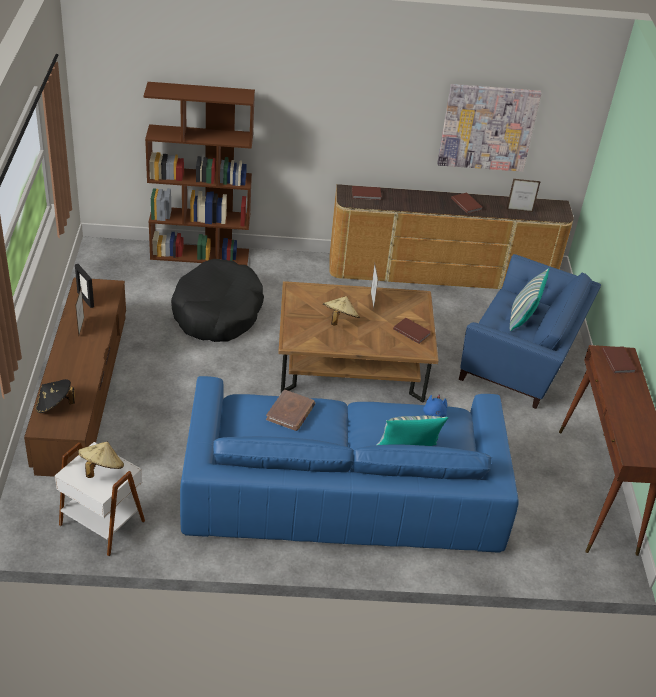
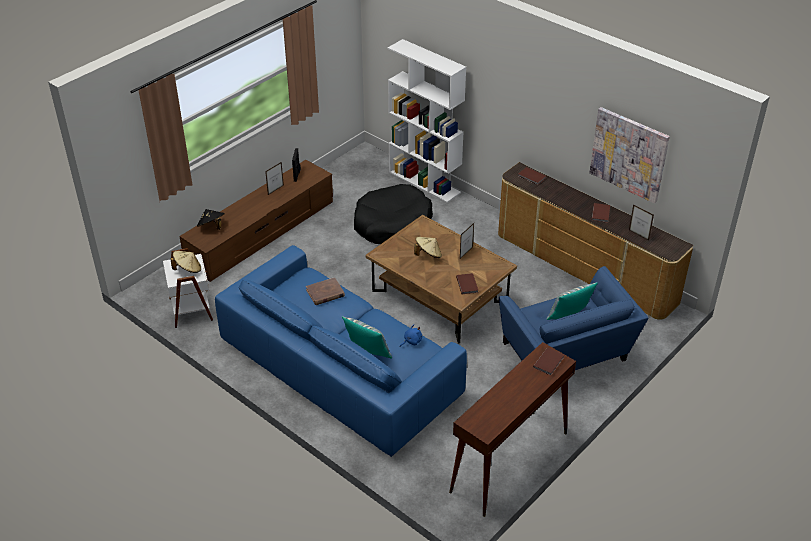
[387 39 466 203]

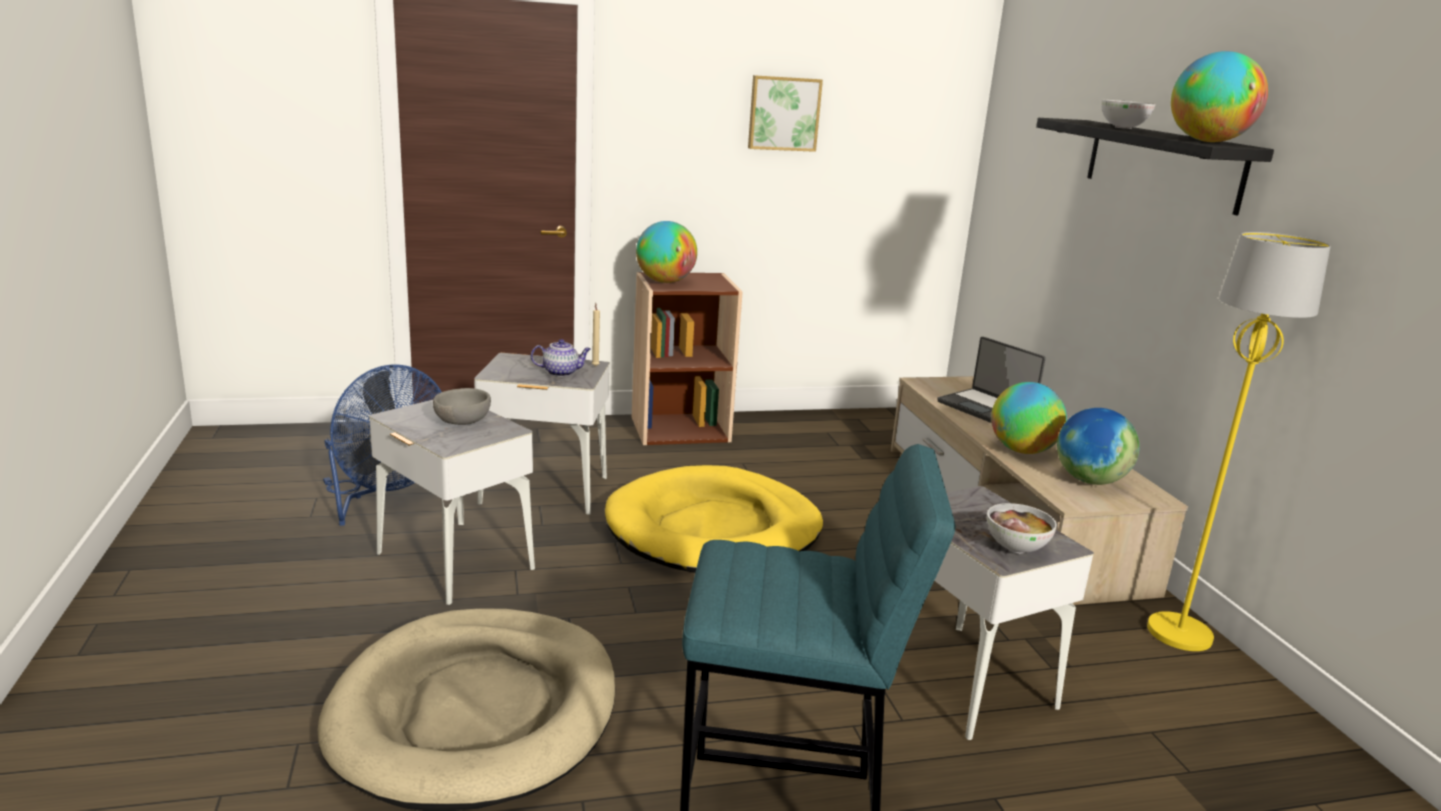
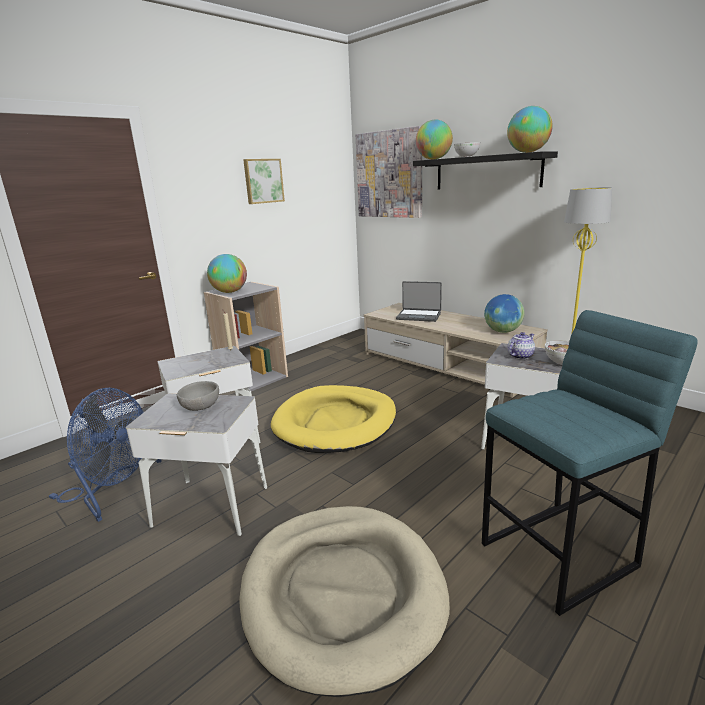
[356 126 422 218]
[508 332 535 359]
[416 120 453 160]
[204 282 288 391]

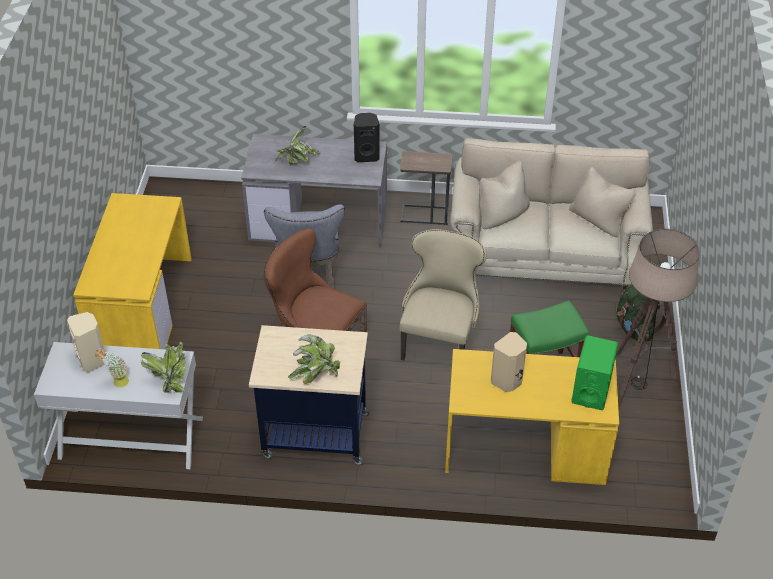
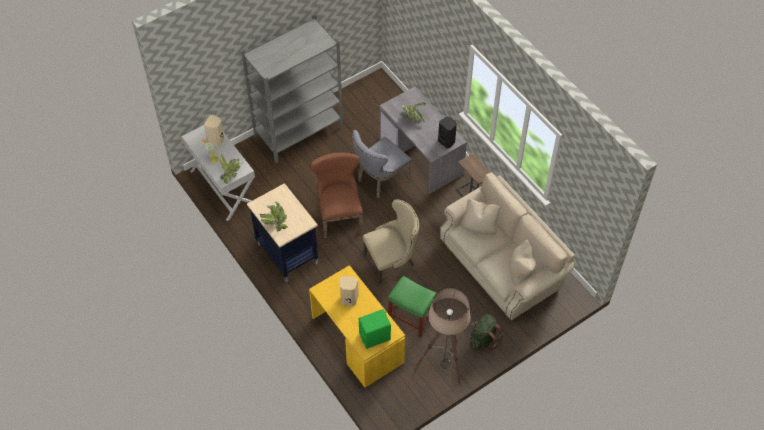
[241 15 343 163]

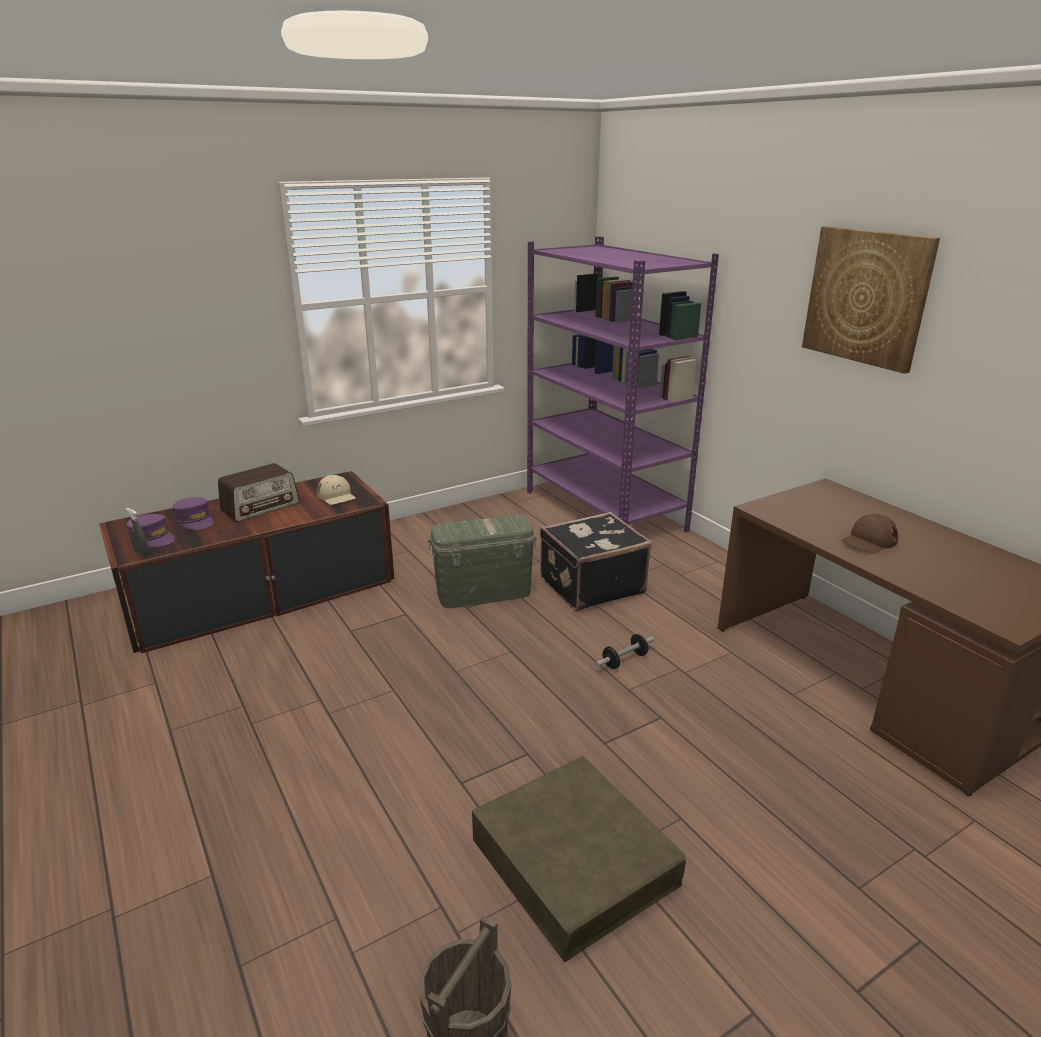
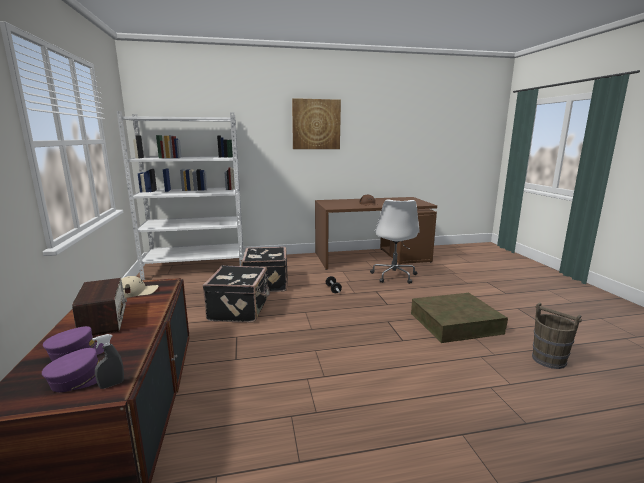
[370 200 420 284]
[203 265 270 322]
[117 111 244 280]

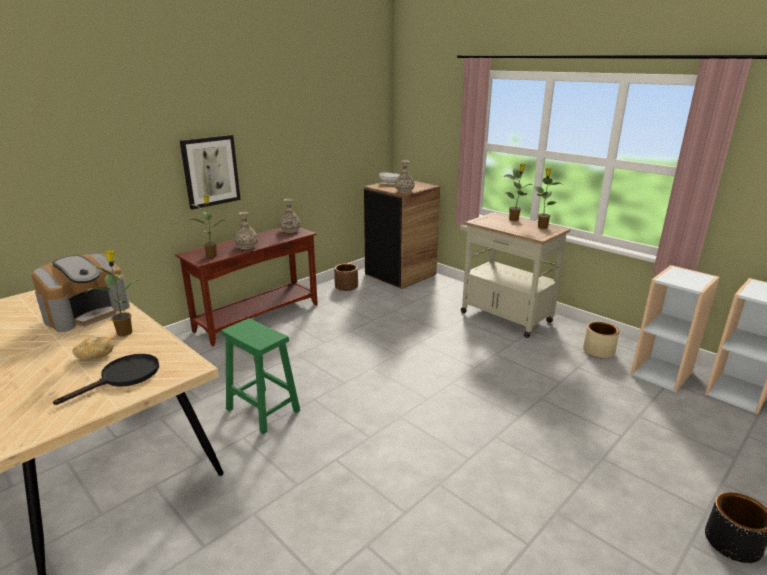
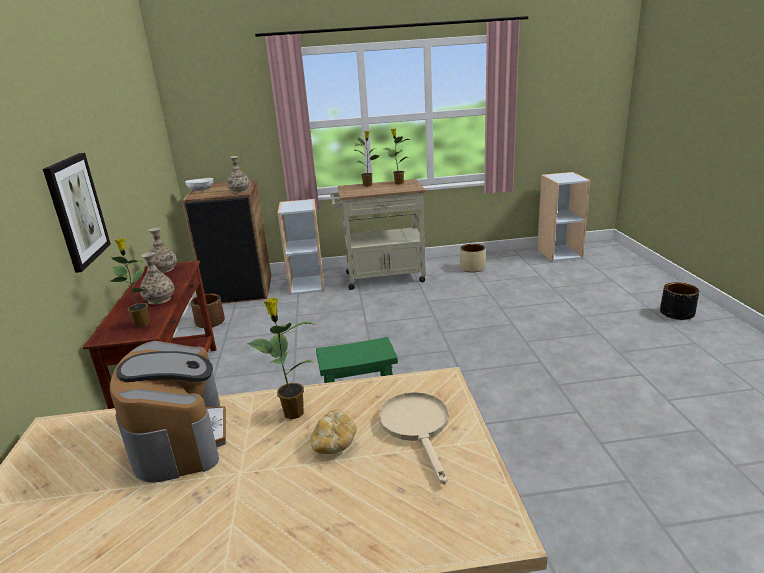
[278 199 324 295]
[379 392 449 485]

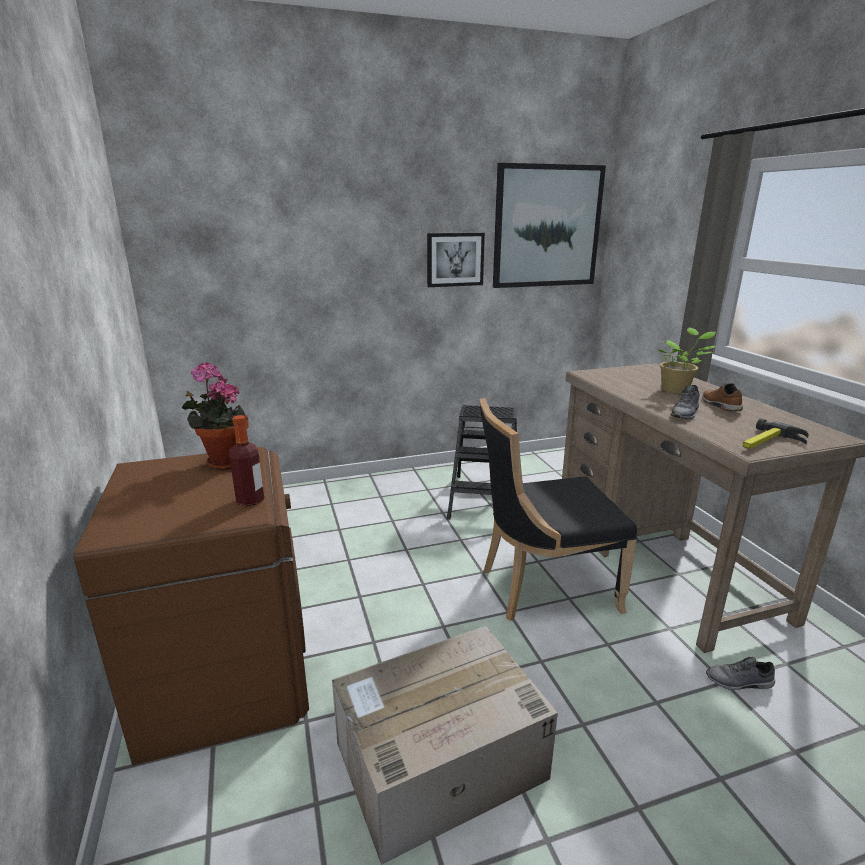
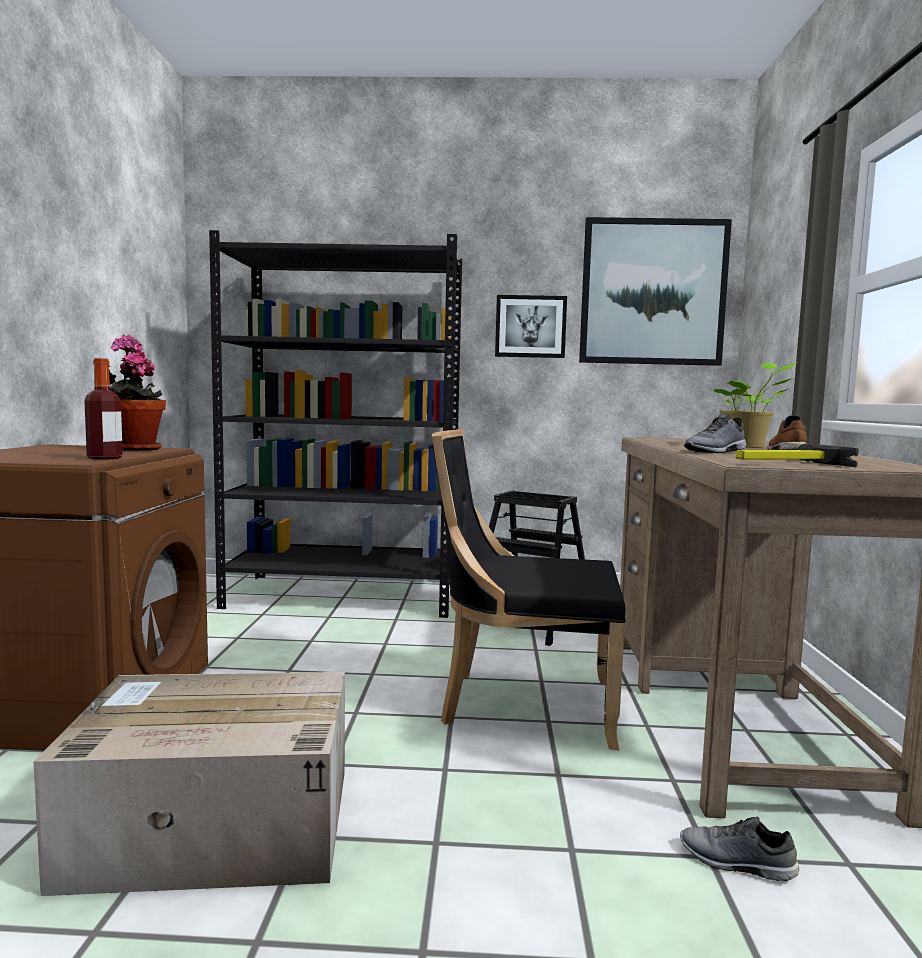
[209 230 462 618]

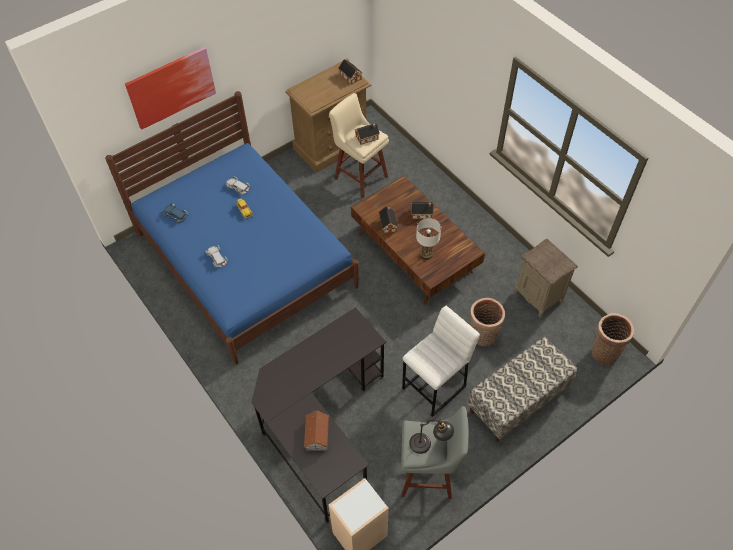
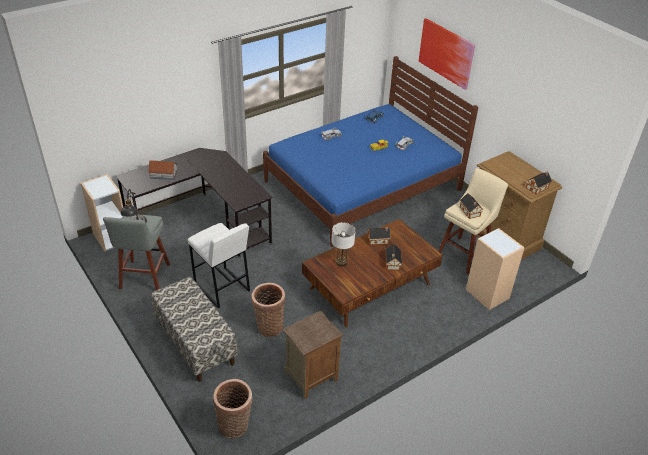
[466 228 525 310]

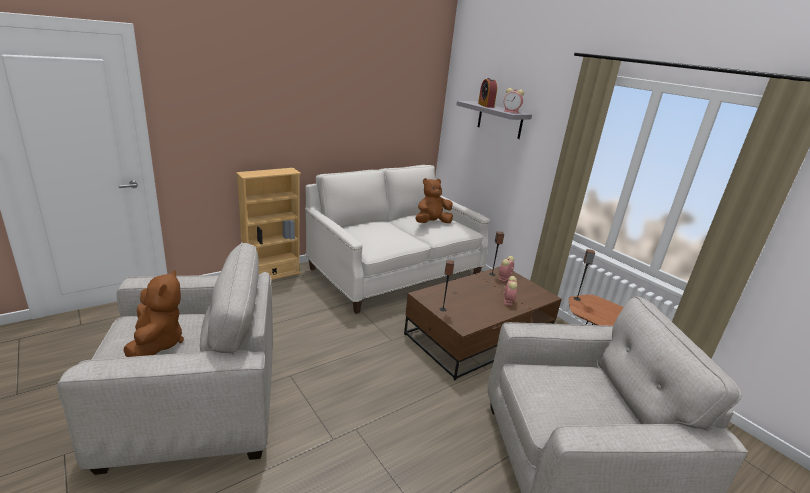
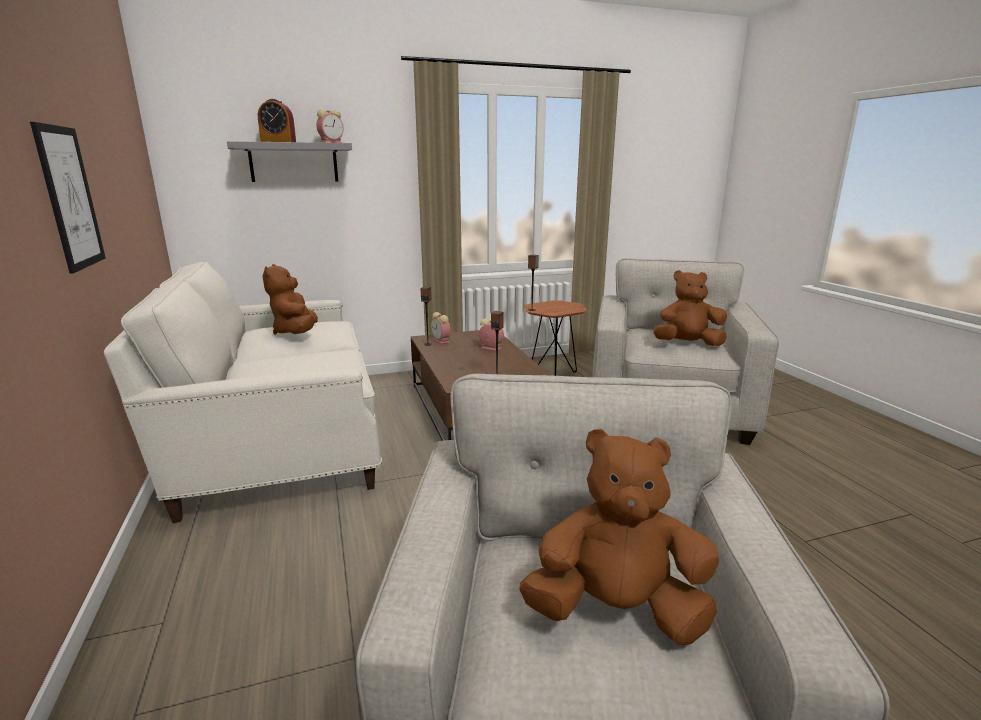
[236 168 301 280] (first image)
[30 122 106 274]
[654 270 727 346]

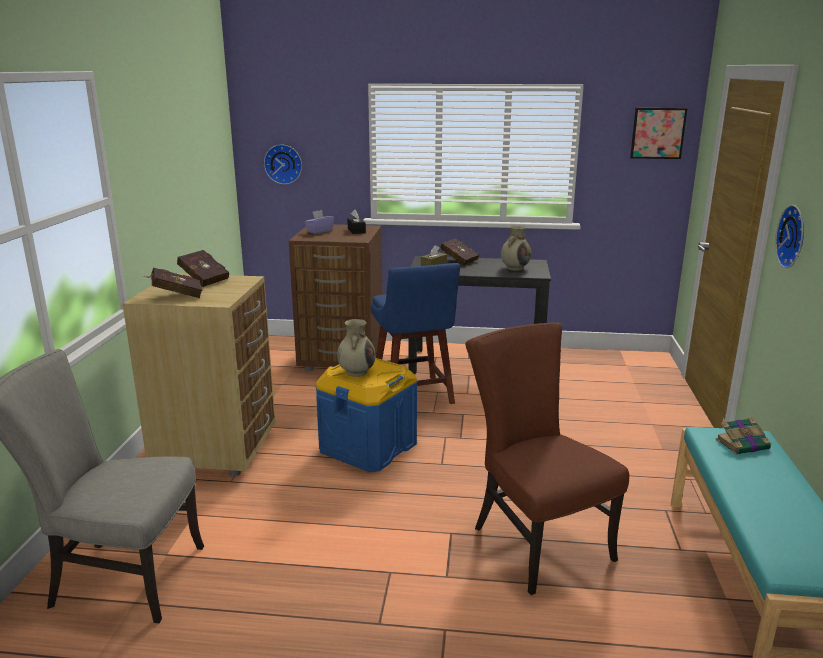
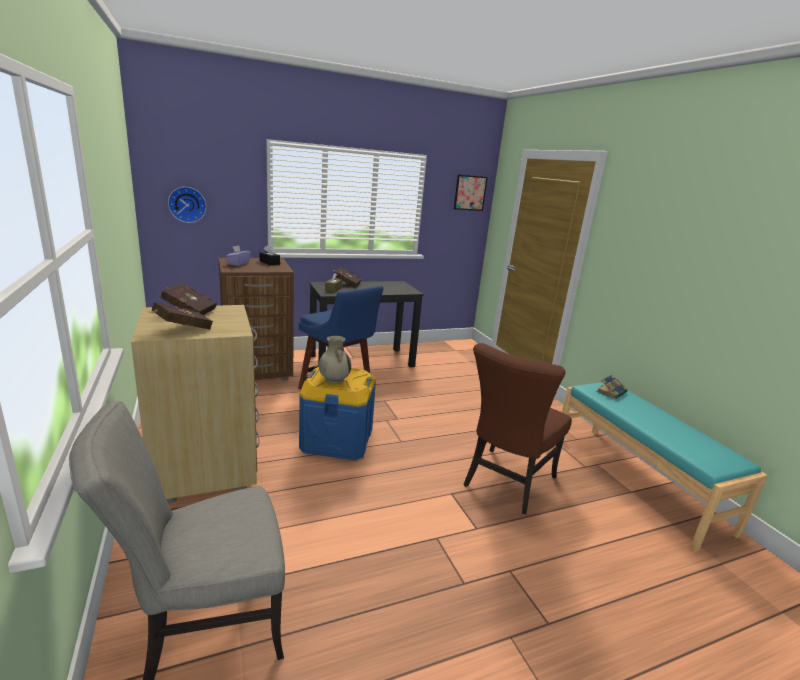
[501 225 531 271] (first image)
[775 205 804 268] (first image)
[463 343 572 514]

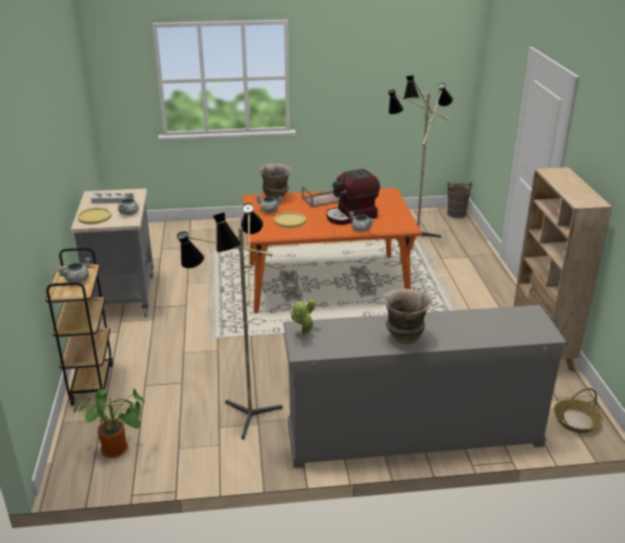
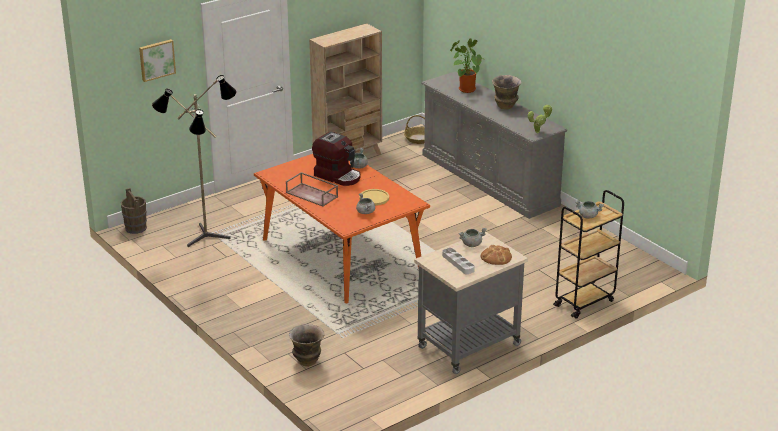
[177 203 283 440] (first image)
[139 39 176 82]
[450 38 486 93]
[289 324 325 367]
[481 245 512 265]

